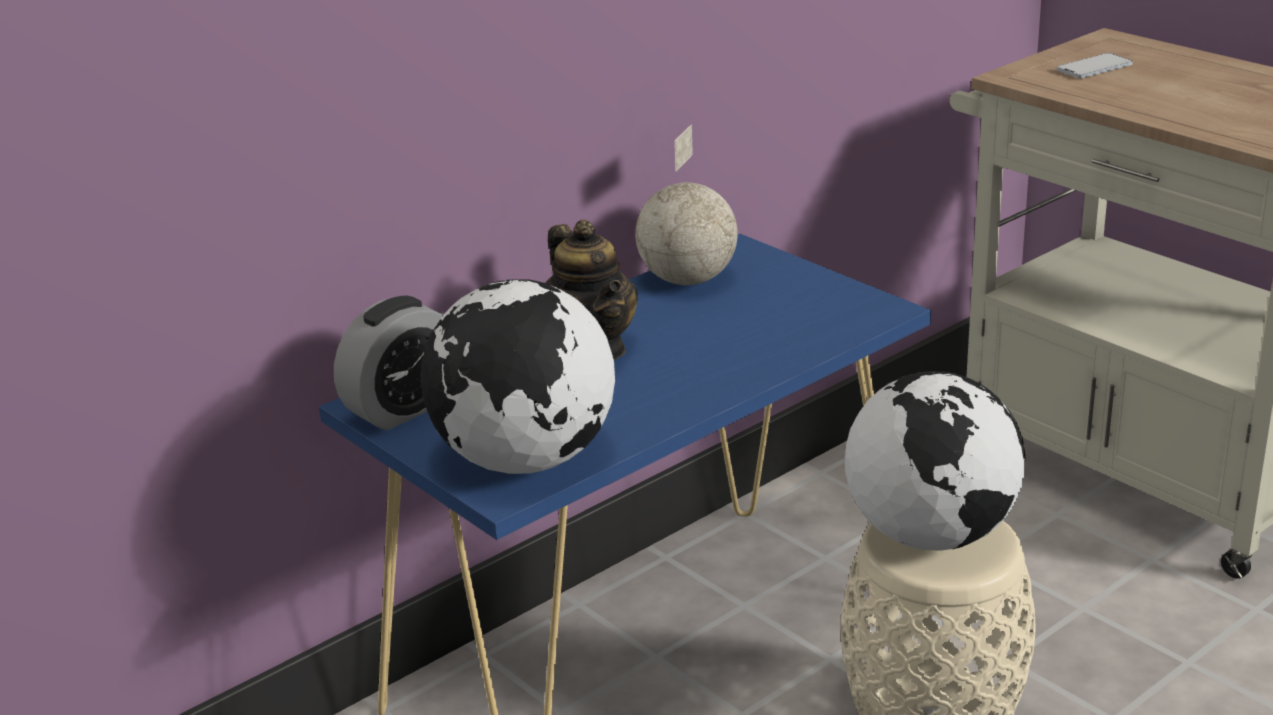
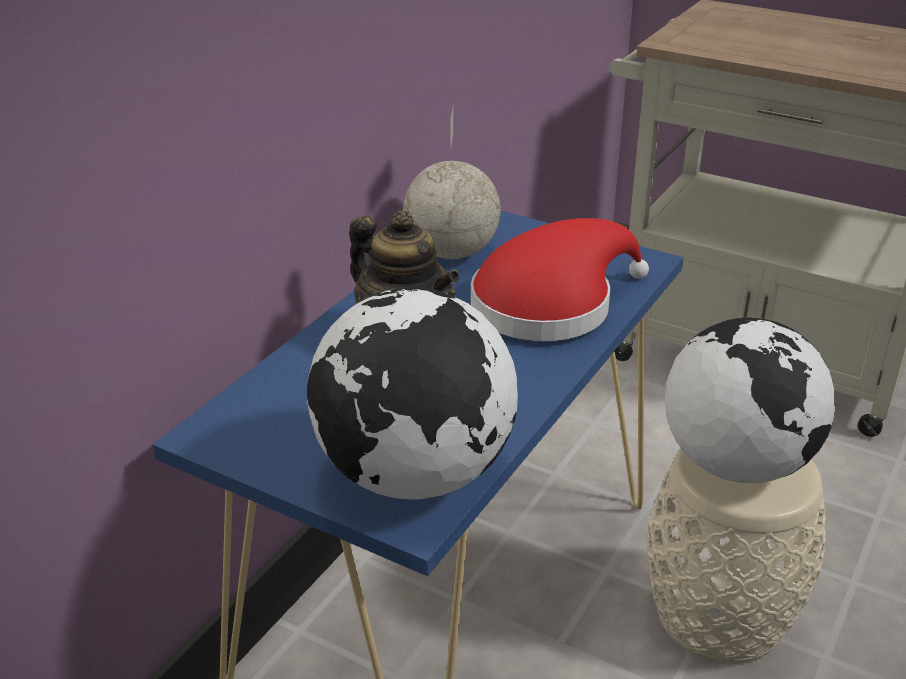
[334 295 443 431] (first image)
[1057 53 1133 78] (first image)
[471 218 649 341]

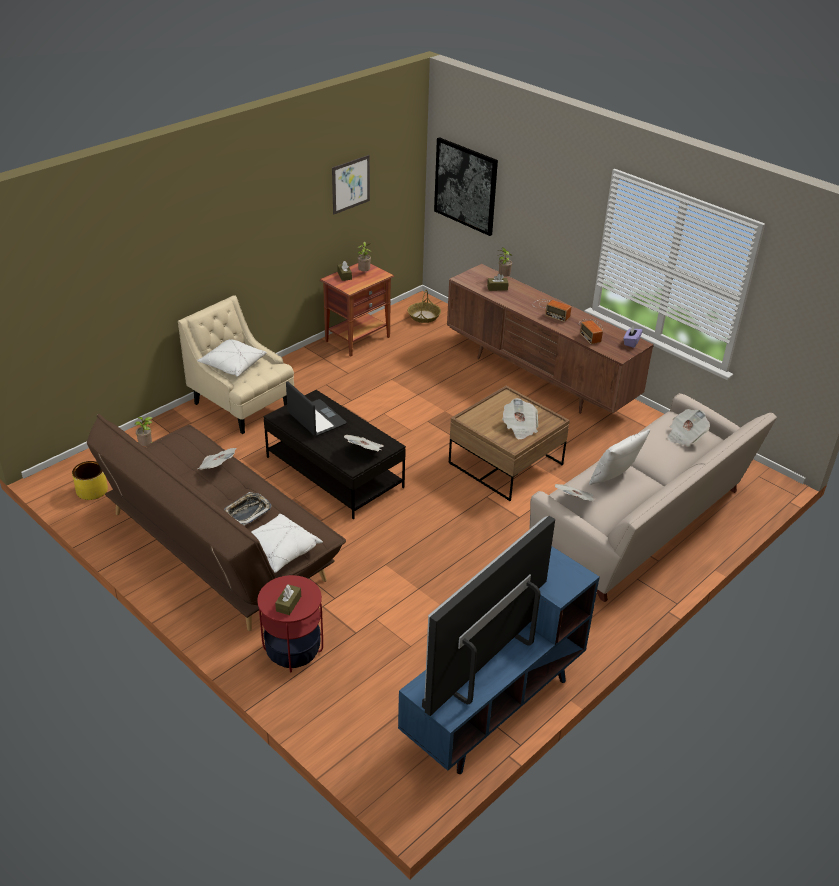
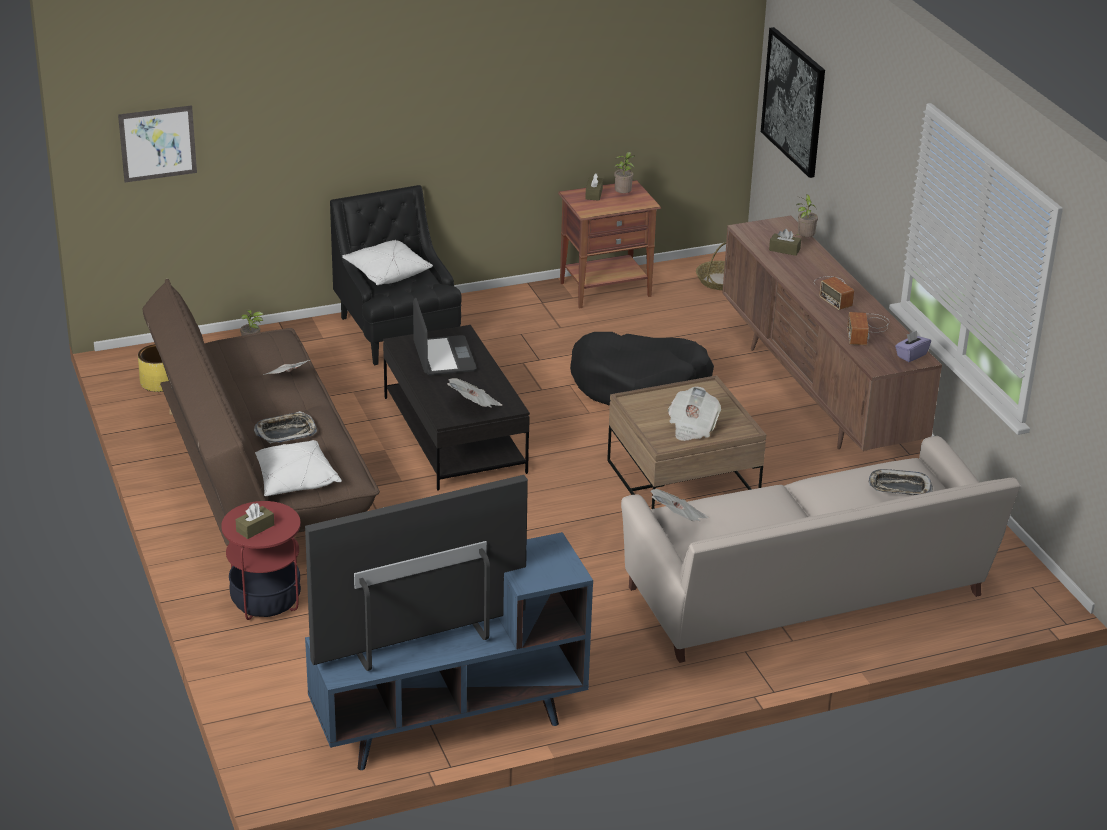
[589 429 650 485] (first image)
[570 332 714 406]
[118 105 197 182]
[868 469 933 495]
[330 185 462 365]

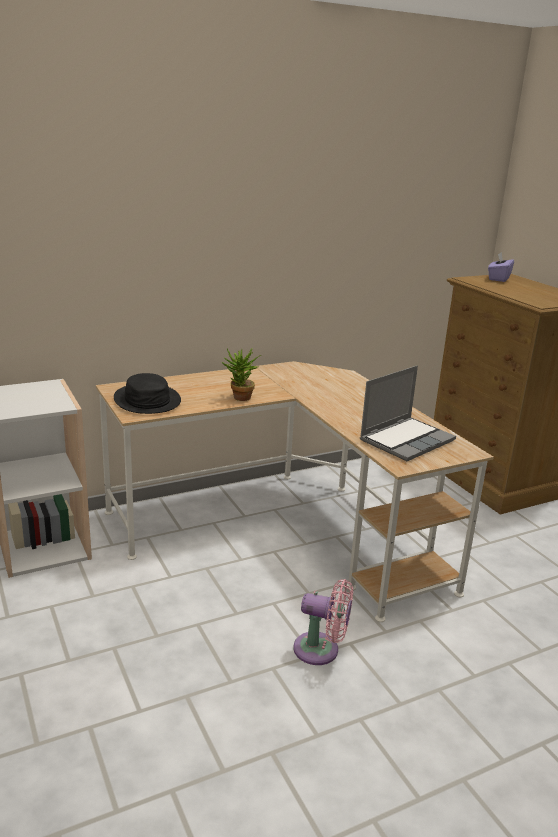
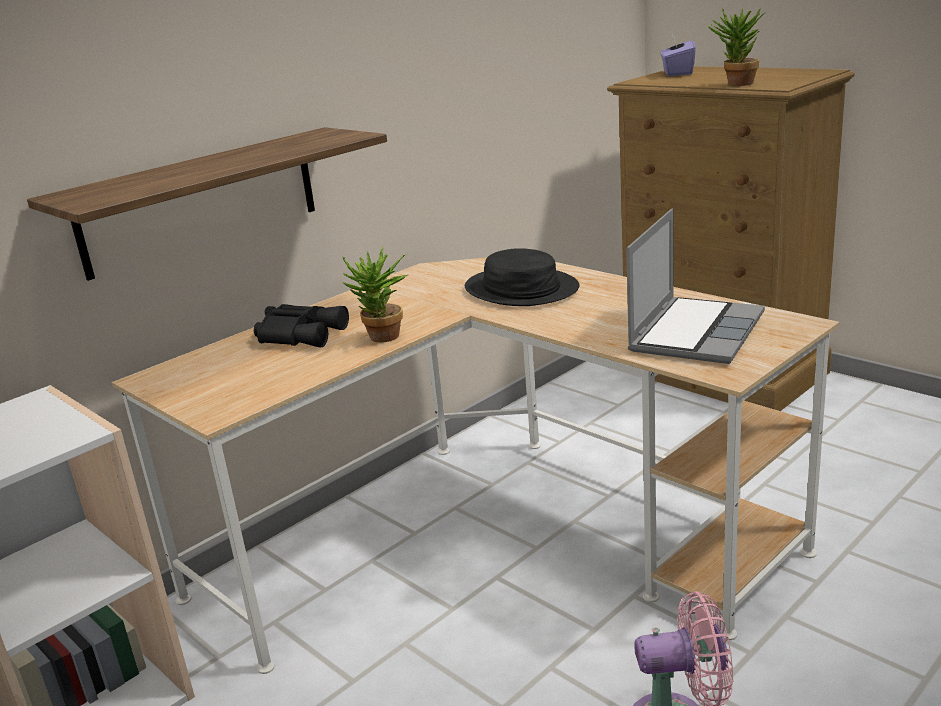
[27 127 387 281]
[254 304 349 347]
[707 8 765 86]
[465 248 580 306]

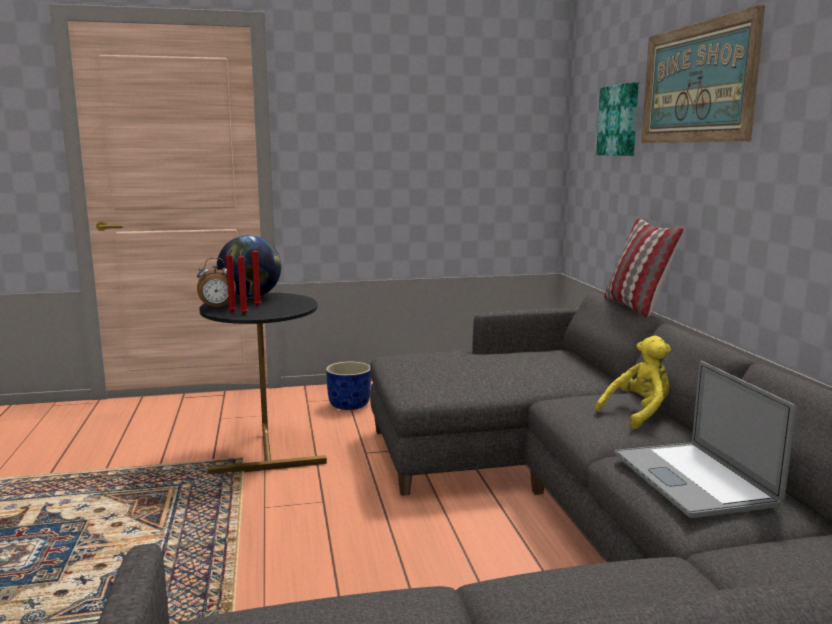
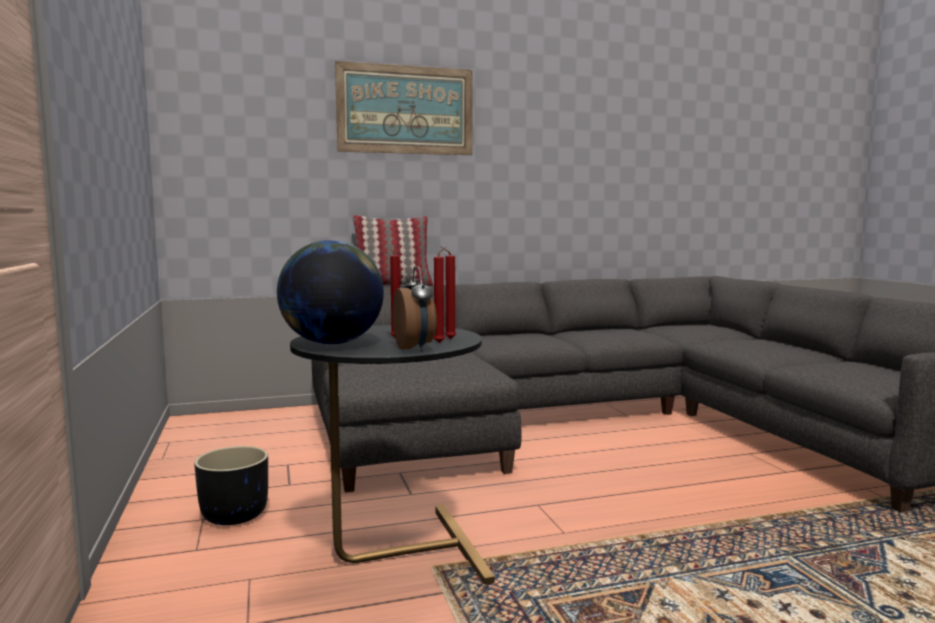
[595 336 671 429] (first image)
[596 82 639 156] (first image)
[614 361 796 518] (first image)
[194 446 268 525]

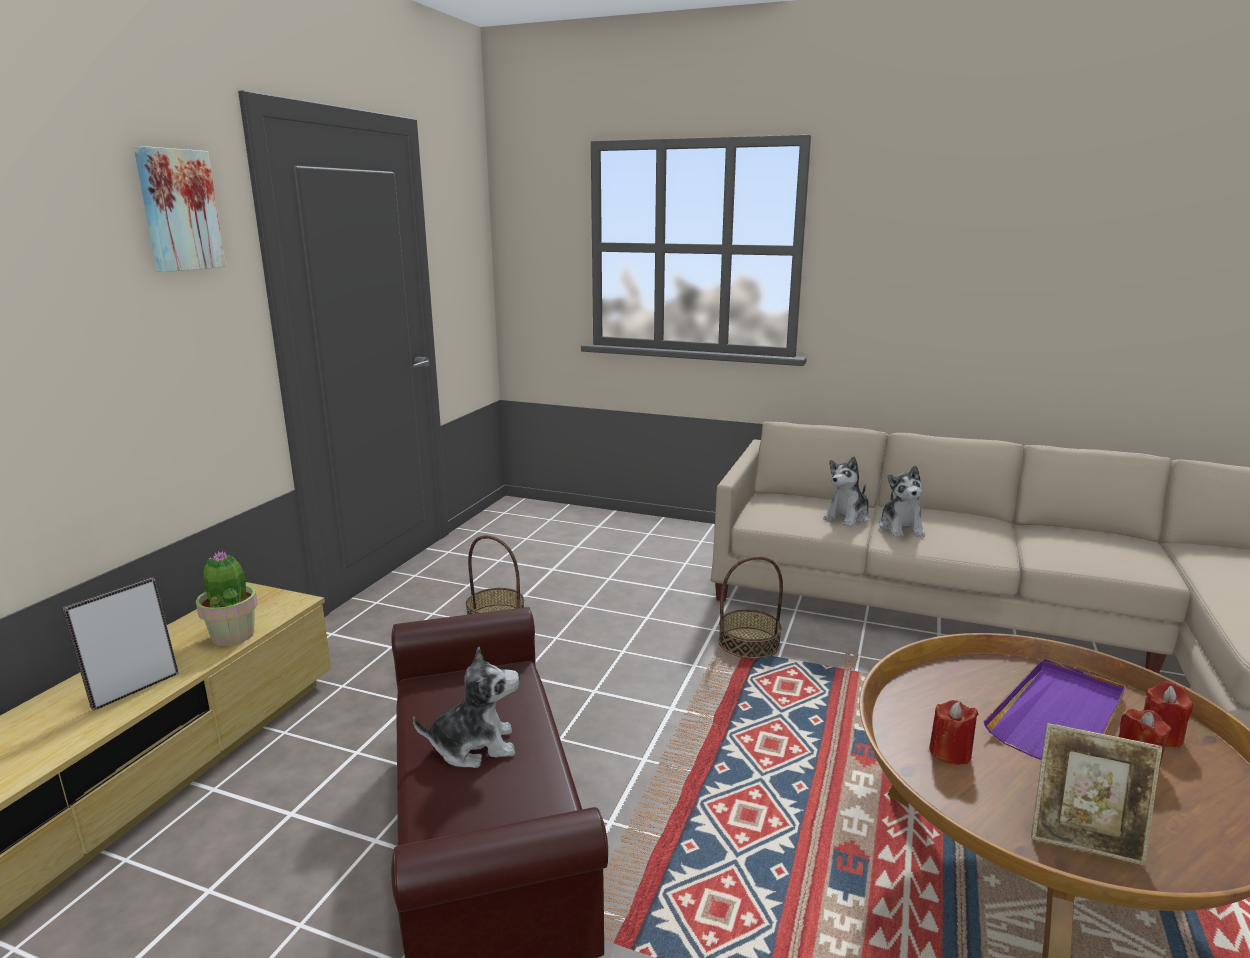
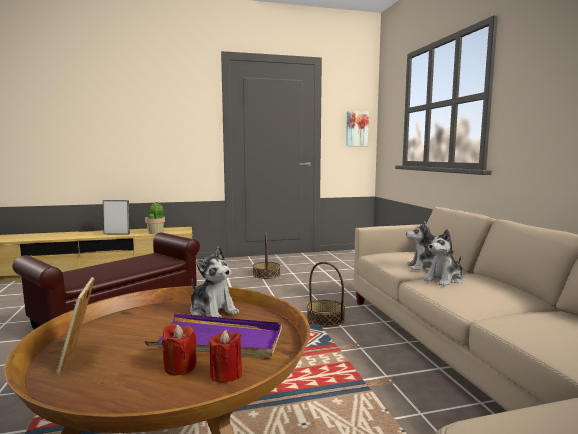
[929 700 978 765] (first image)
[346 111 369 146]
[190 247 239 317]

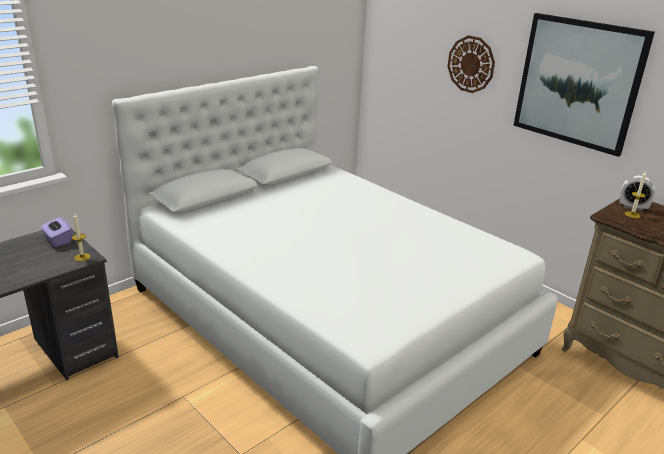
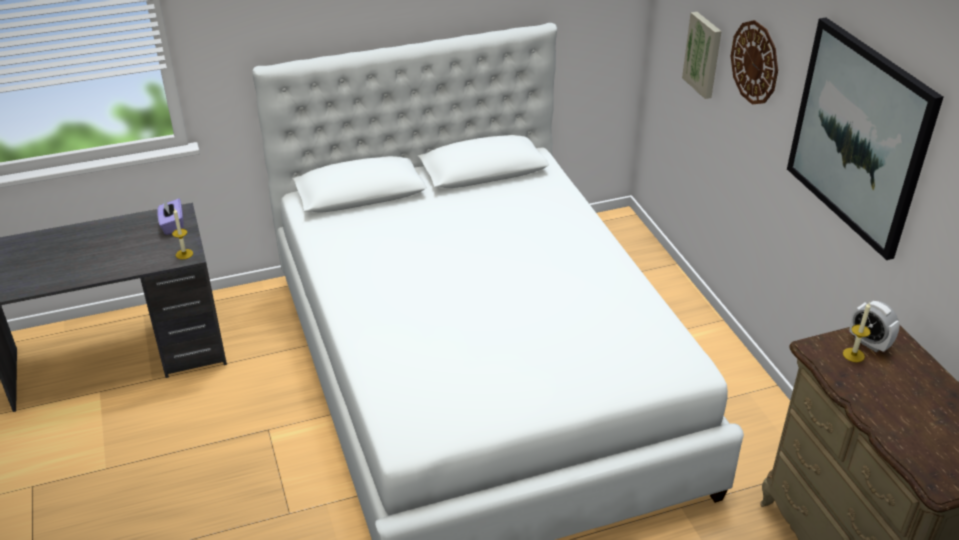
[682 12 722 99]

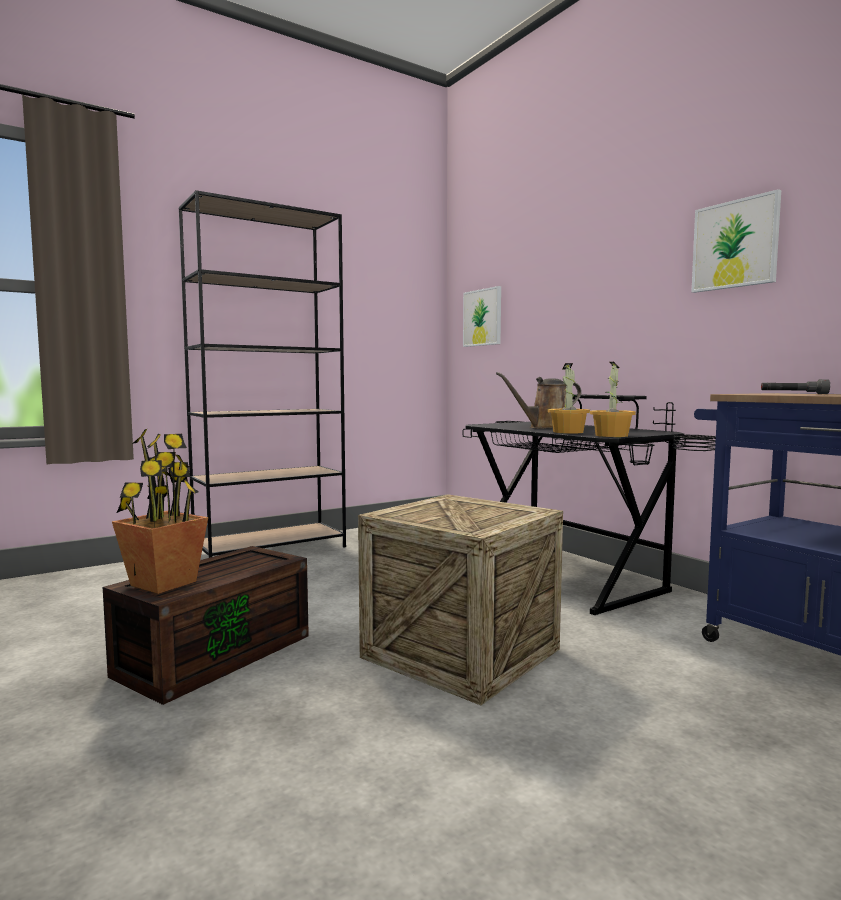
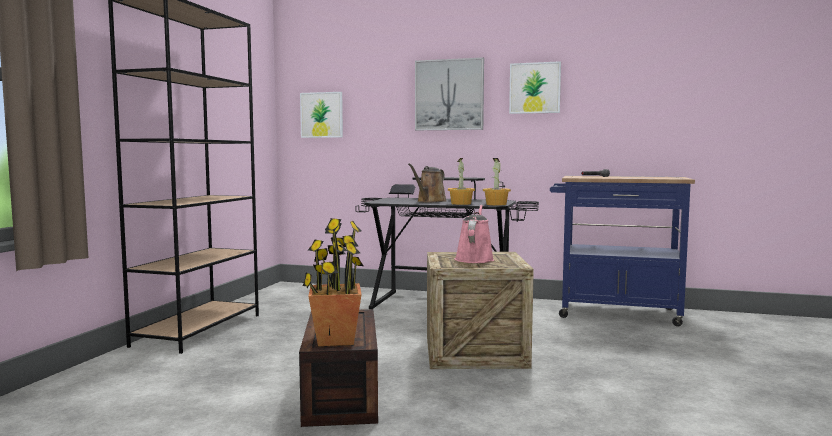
[415 57 484 130]
[455 205 494 263]

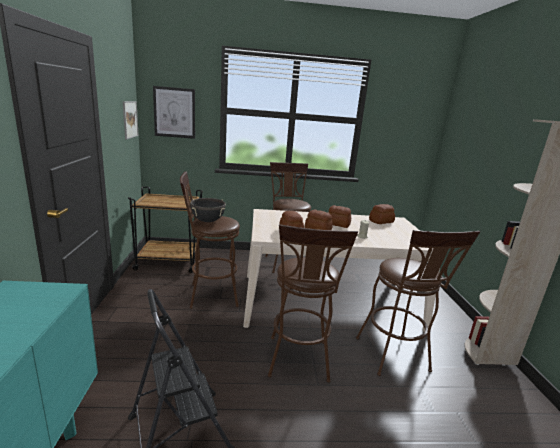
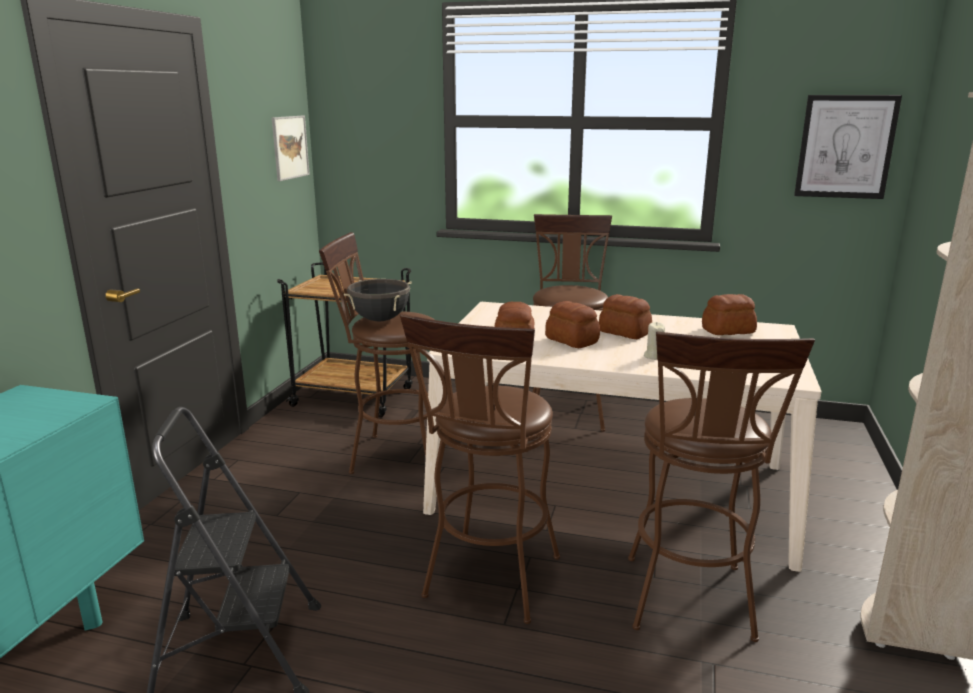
[794 95 902 199]

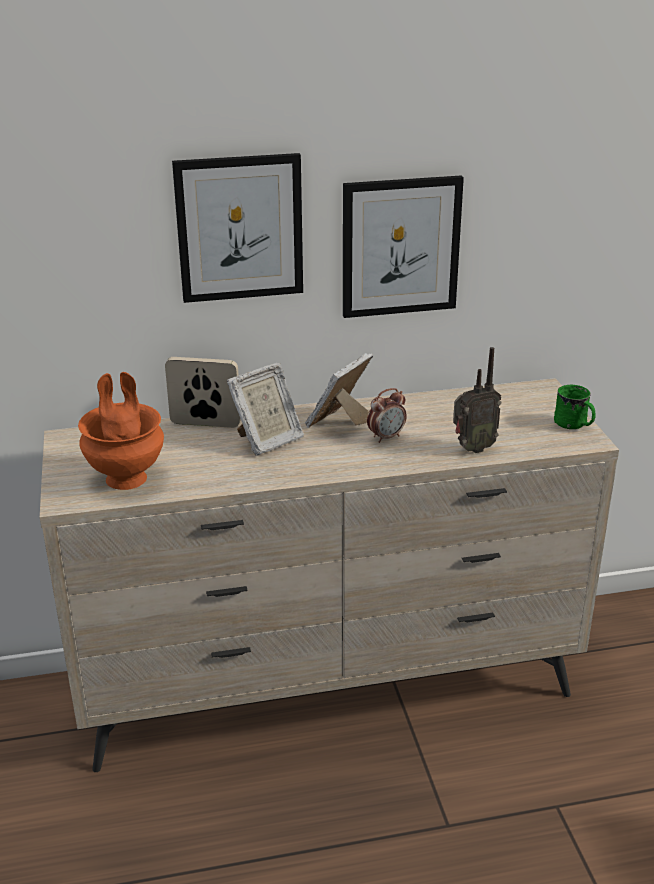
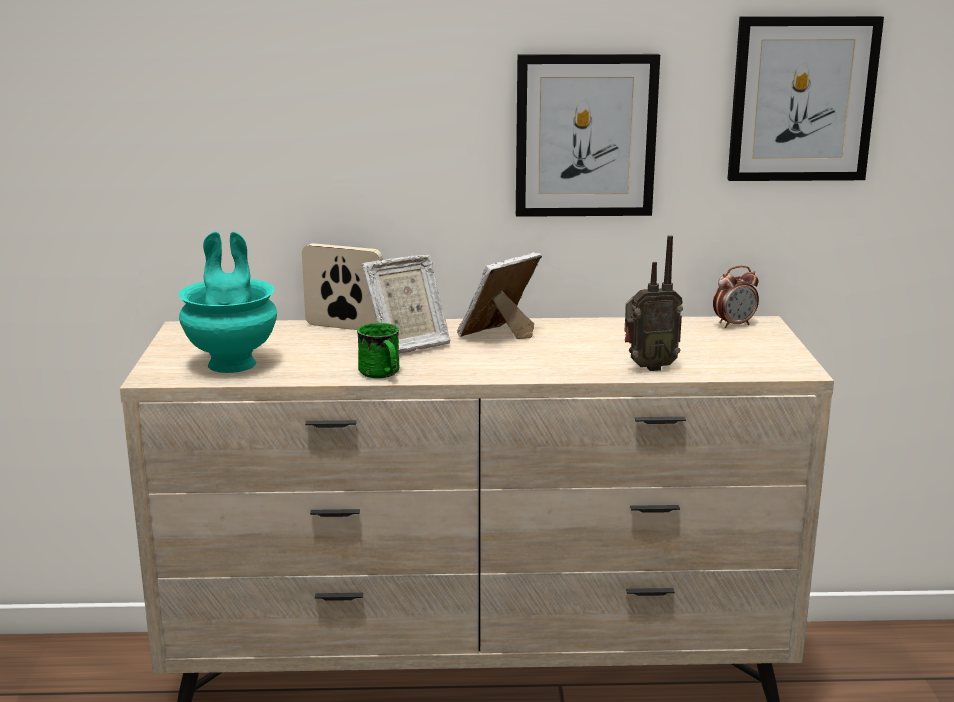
[728 16 884 181]
[713 266 759 328]
[357 323 399 378]
[179 232 277 373]

